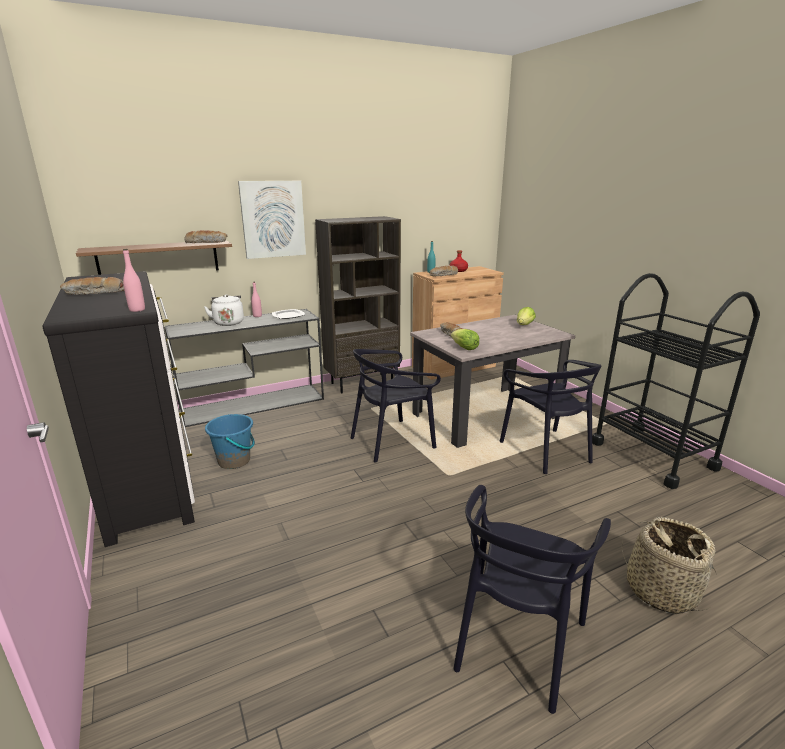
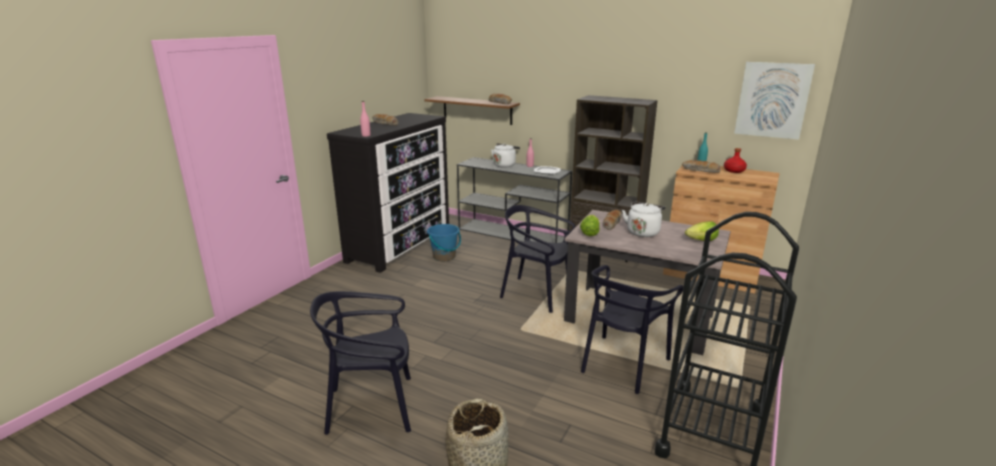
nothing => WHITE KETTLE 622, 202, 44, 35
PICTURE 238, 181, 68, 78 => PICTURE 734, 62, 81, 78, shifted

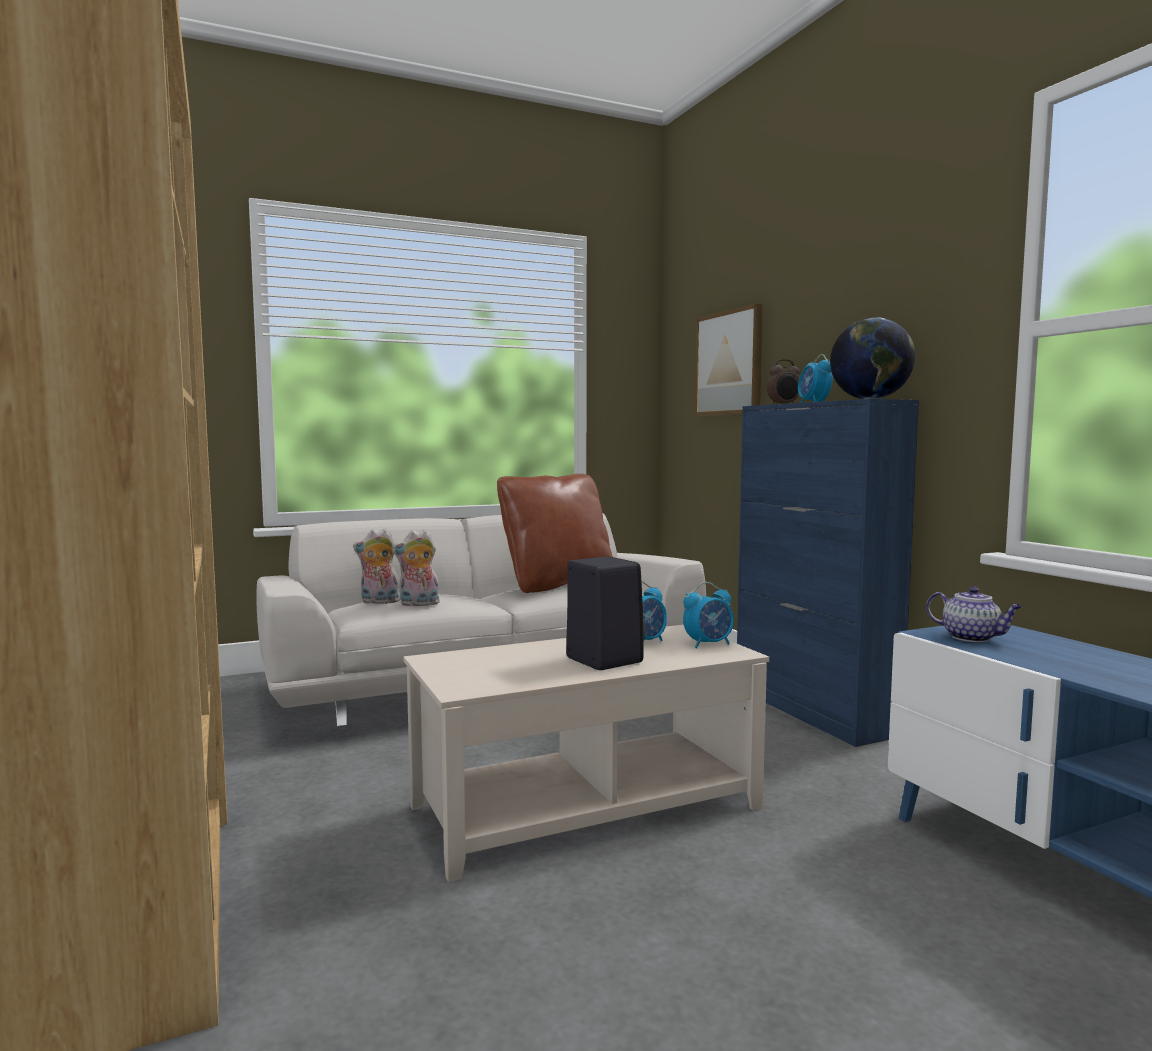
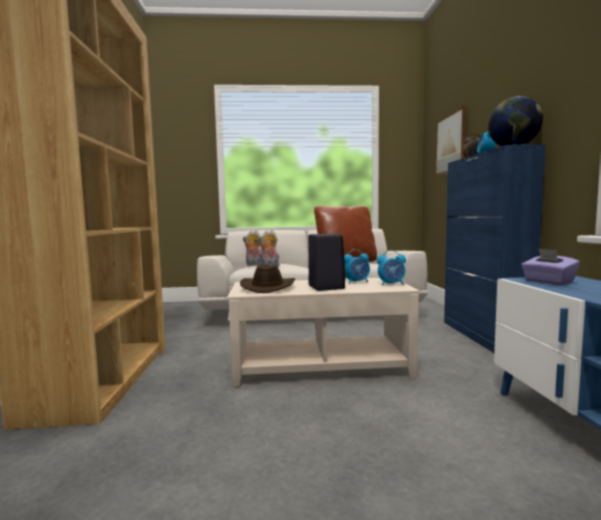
nothing => BROWN HAT 240, 264, 55, 29
TEAPOT 926, 587, 96, 55 => PURPLE TISSUE BOX 521, 248, 59, 37

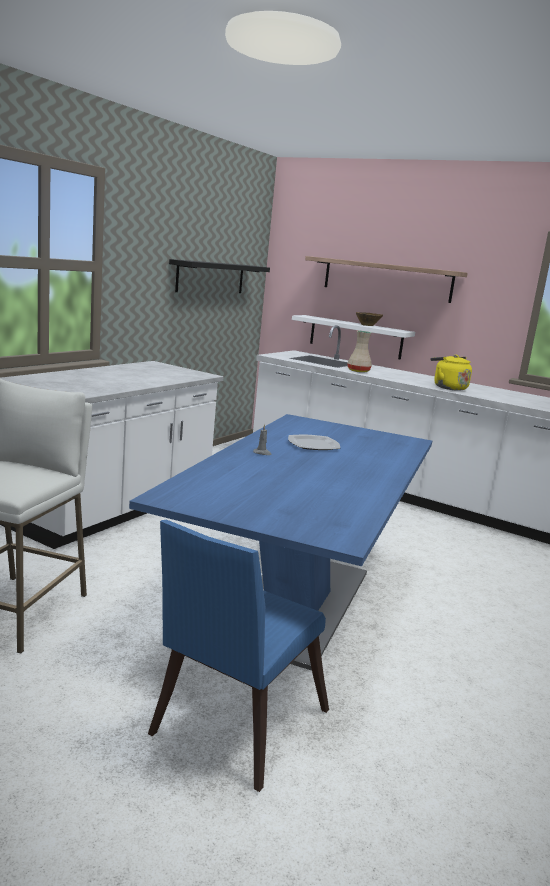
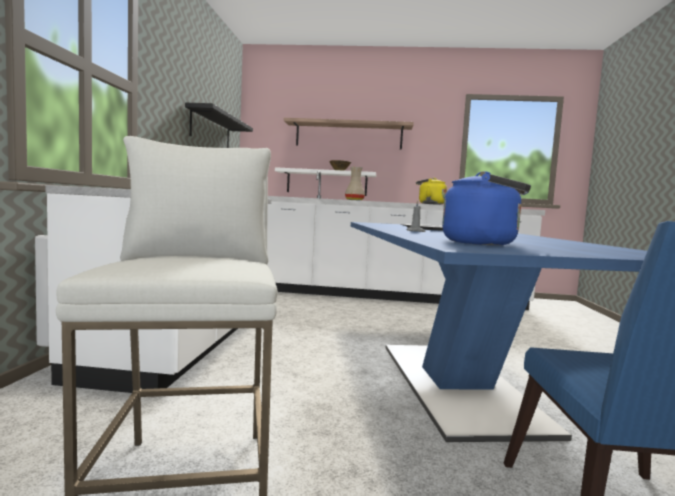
nothing => BLUE KETTLE 442, 171, 89, 74

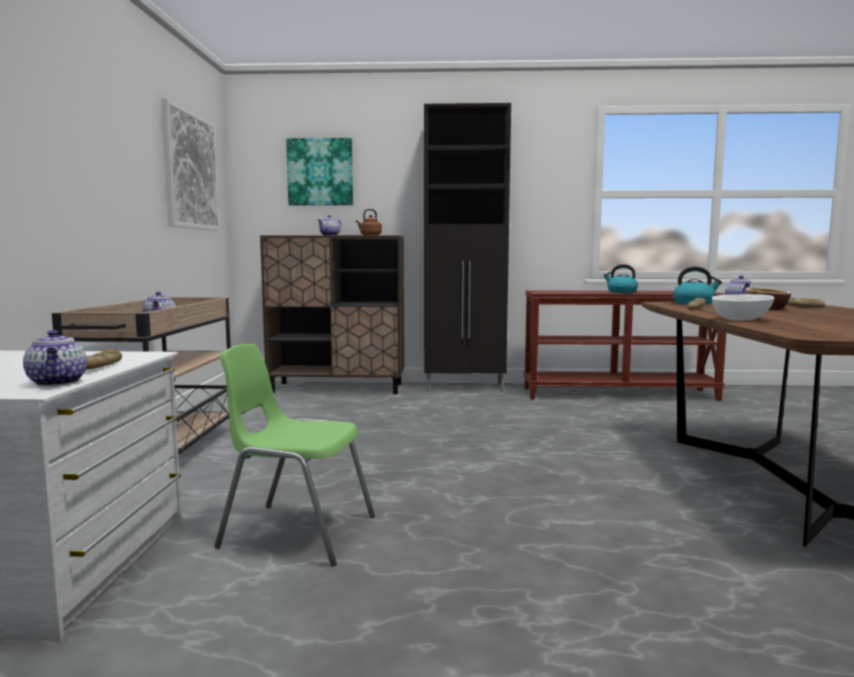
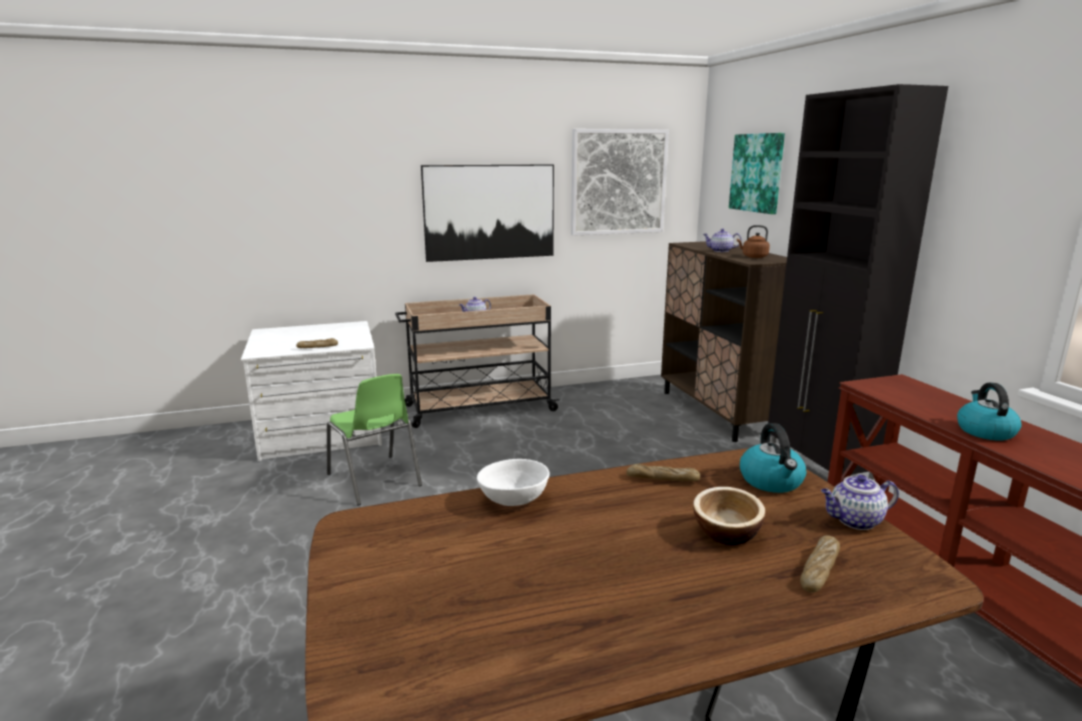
TEAPOT 23, 330, 64, 56 => nothing
nothing => PICTURE 421, 164, 133, 98
GREEN CHAIR 214, 344, 161, 222 => GREEN CHAIR 327, 374, 95, 132, 150 degrees clockwise

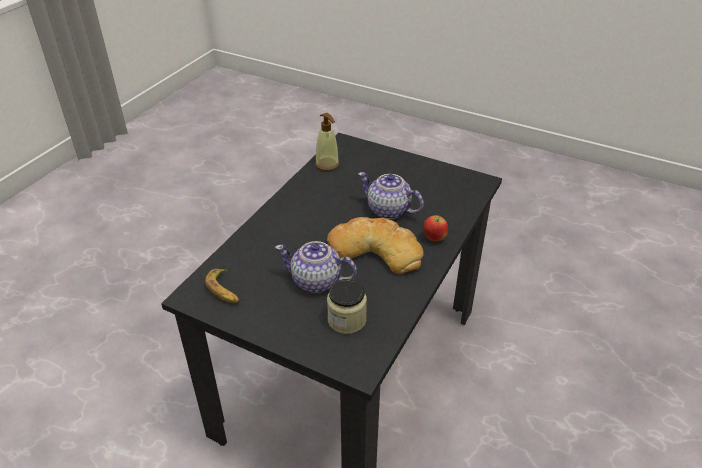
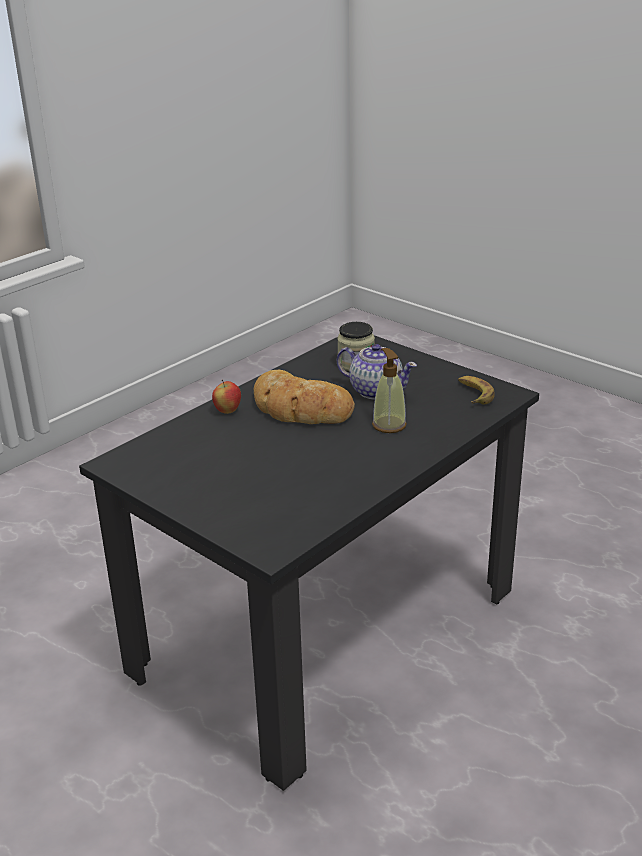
TEAPOT 358, 172, 66, 47 => nothing
SOAP DISPENSER 315, 113, 24, 58 => SOAP DISPENSER 372, 348, 35, 85, shifted

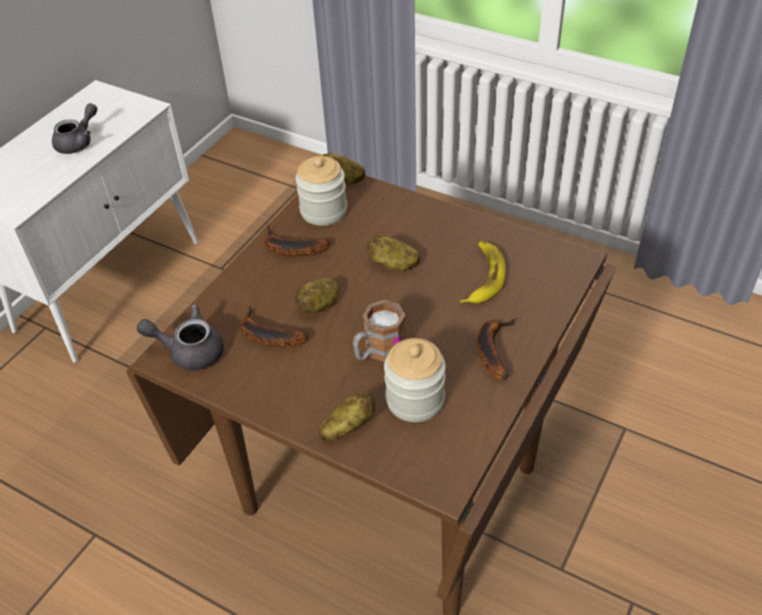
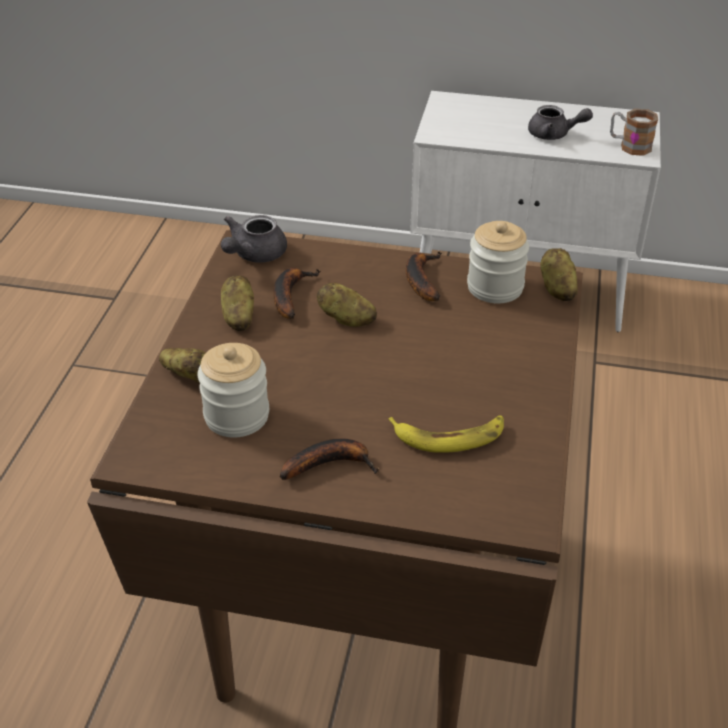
MUG 353, 300, 53, 62 => MUG 610, 109, 48, 47, shifted
POTATO 367, 235, 53, 36 => POTATO 221, 276, 33, 55, shifted
GREY TEAPOT 137, 304, 87, 67 => GREY TEAPOT 221, 215, 66, 48, 135 degrees counterclockwise

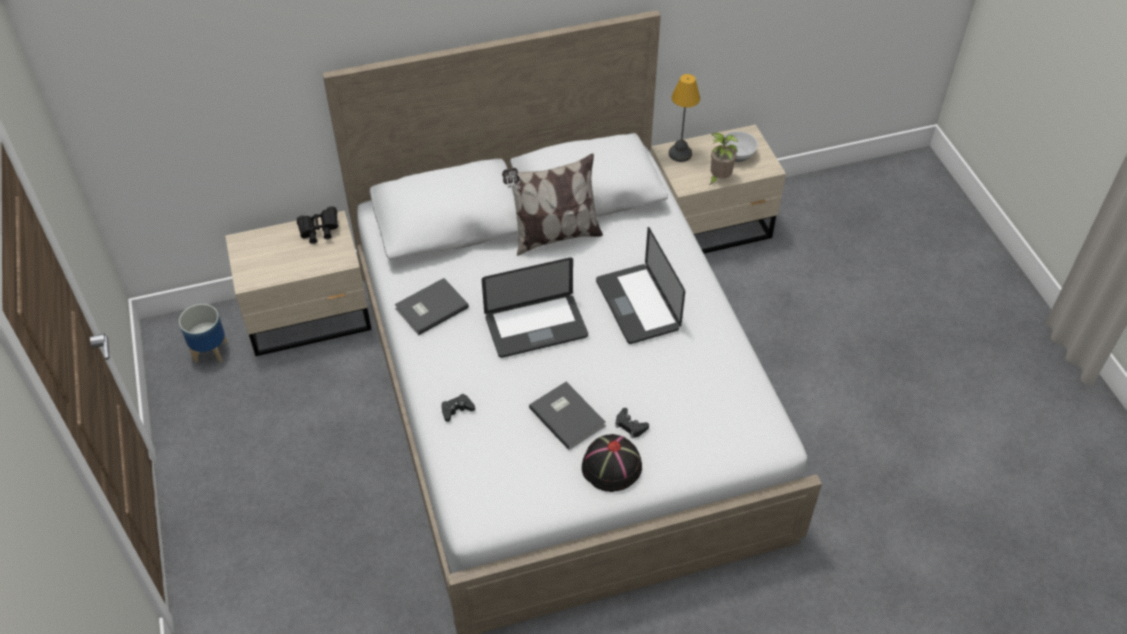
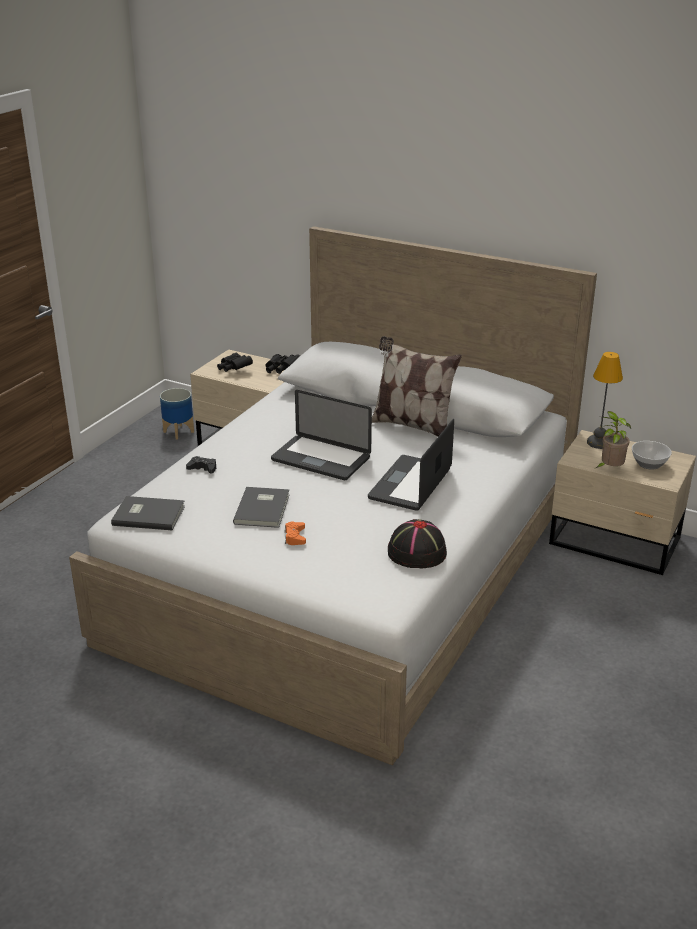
nothing => BLACK BINOCULARS 217, 353, 36, 19
GREY BOOK 395, 278, 74, 57 => GREY BOOK 111, 496, 74, 34, shifted
BLACK HAT 582, 434, 60, 58 => BLACK HAT 388, 519, 59, 49, shifted
BLACK GAME CONTROLLER 615, 408, 34, 31 => ORANGE GAME CONTROLLER 285, 522, 21, 23

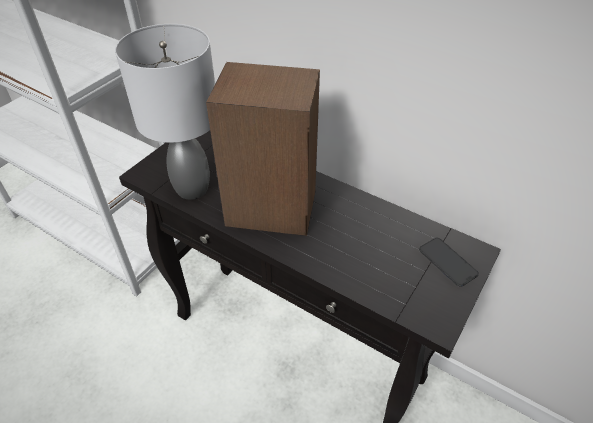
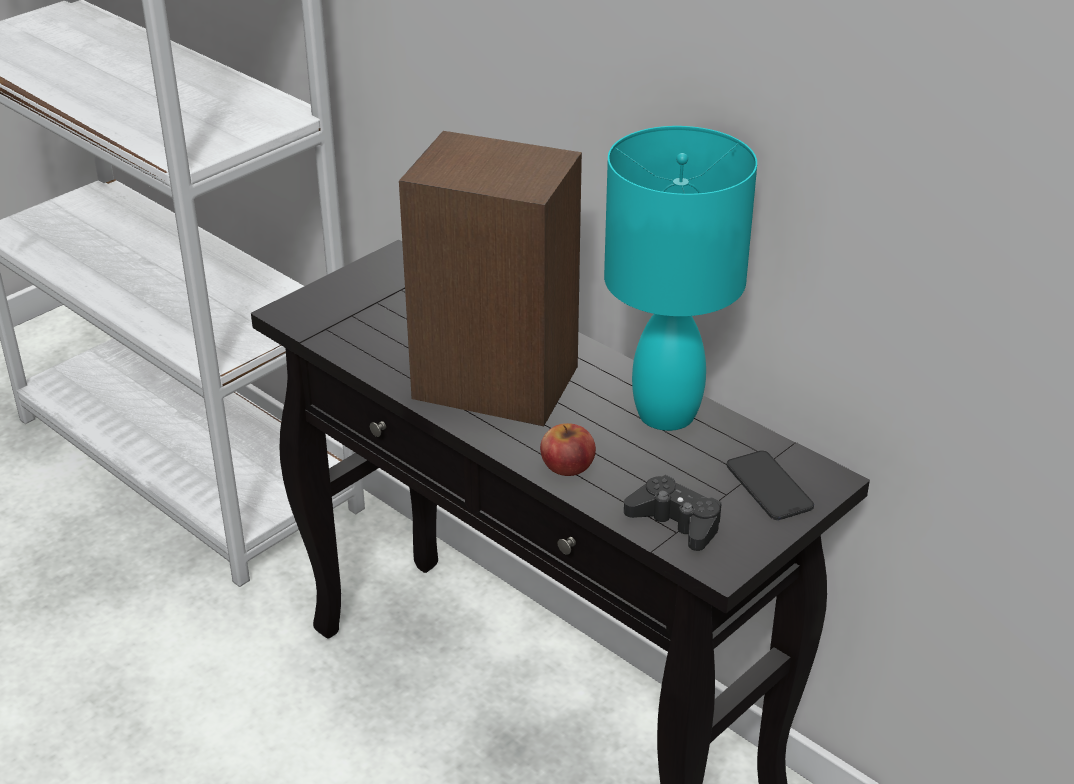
GREY TABLE LAMP 115, 24, 100, 176 => nothing
nothing => APPLE 540, 423, 56, 53
nothing => TURQUOISE TABLE LAMP 604, 126, 153, 305
nothing => BLACK GAME CONTROLLER 624, 475, 97, 76

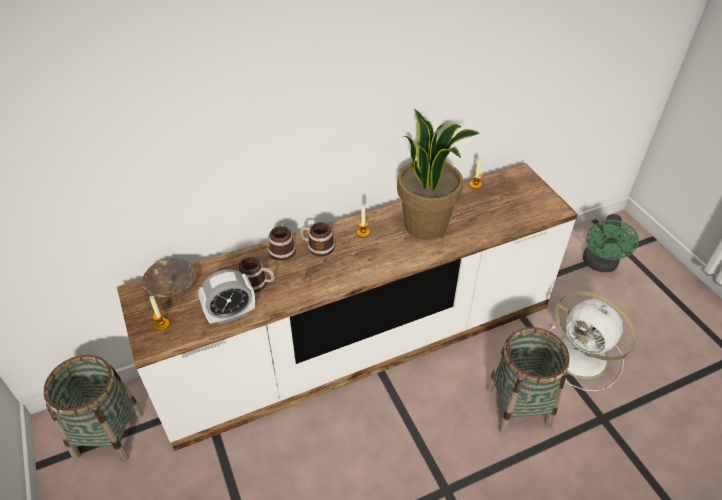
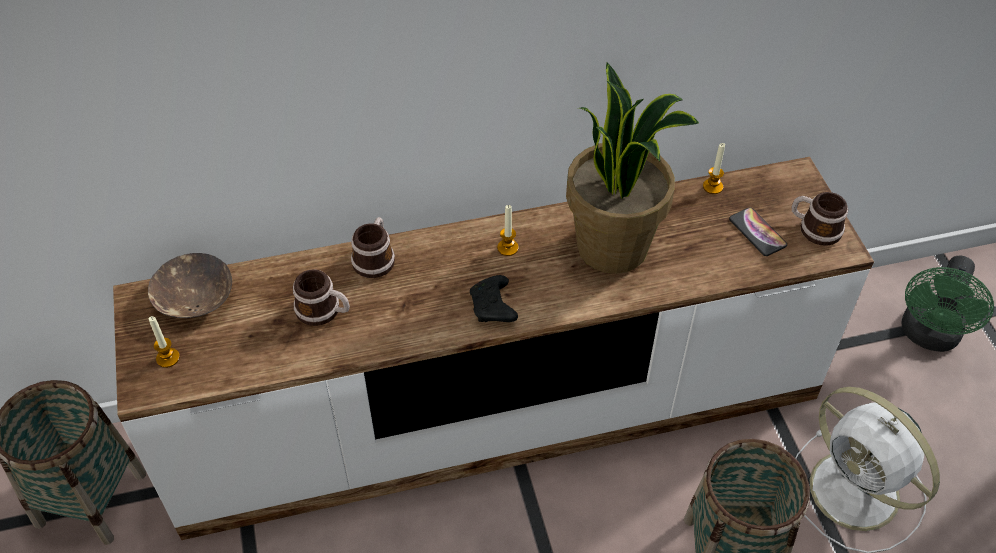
ALARM CLOCK 198, 269, 57, 56 => nothing
nothing => BLACK GAME CONTROLLER 470, 275, 48, 47
nothing => PHONE 729, 207, 58, 49
MUG 300, 222, 35, 35 => MUG 792, 192, 56, 54, shifted

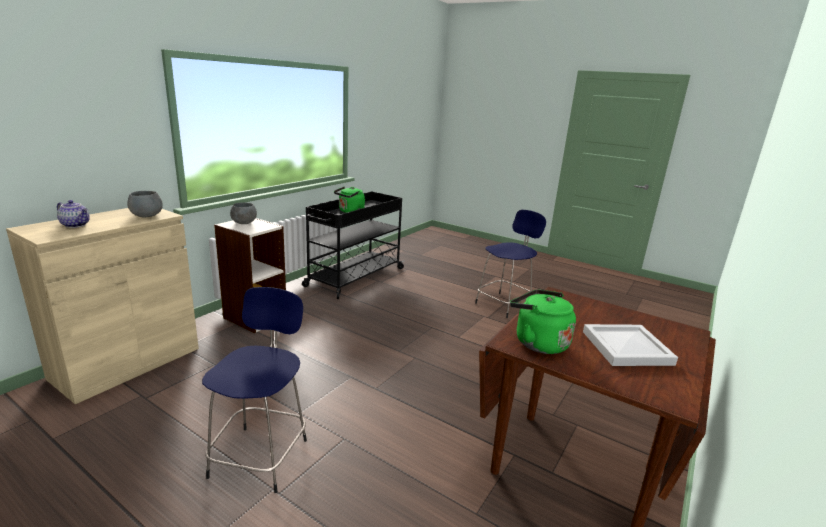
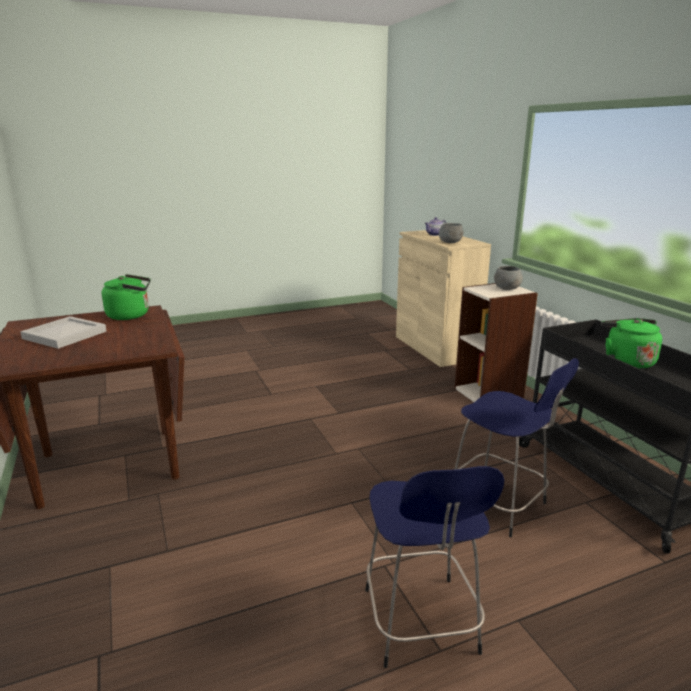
BLUE STOOL 202, 287, 105, 206 => BLUE STOOL 454, 358, 125, 179, shifted

